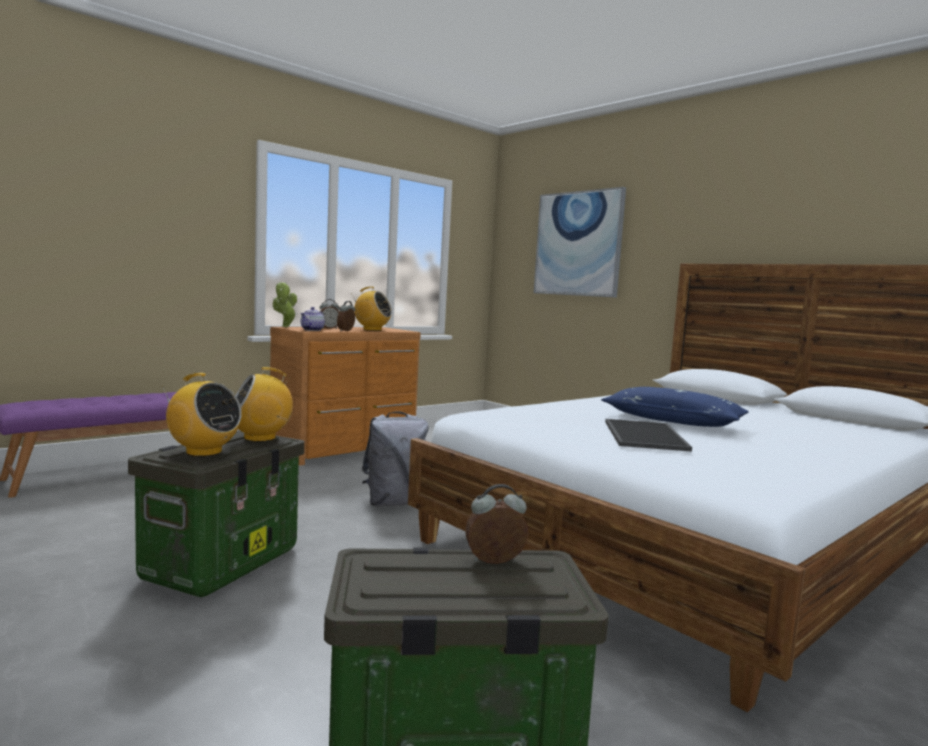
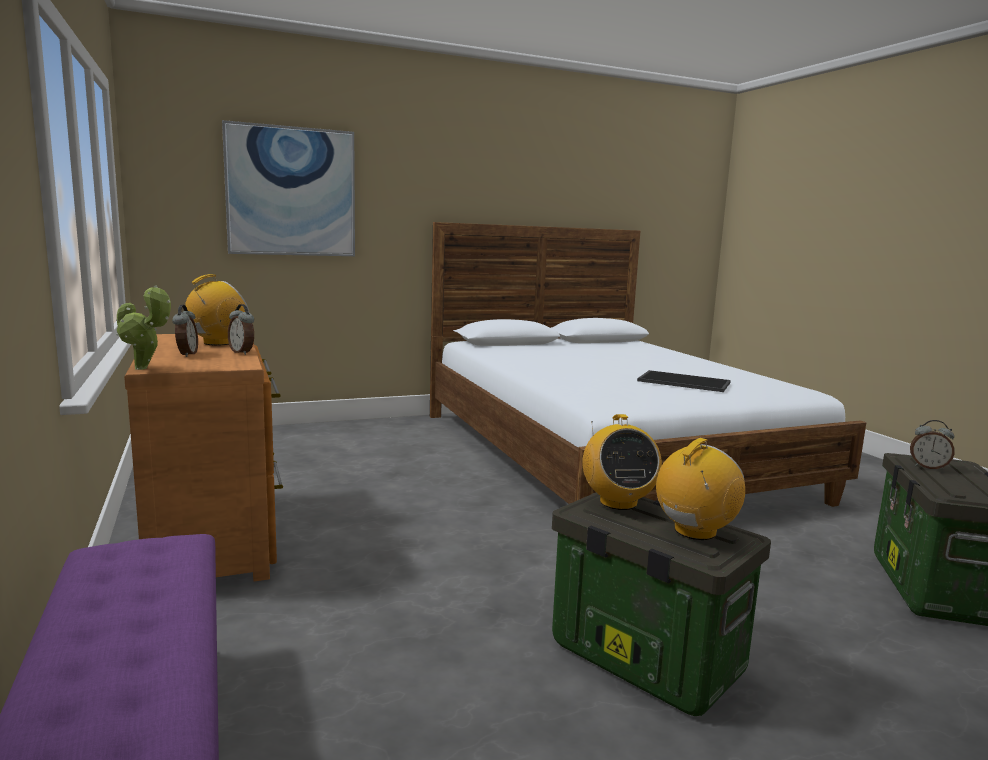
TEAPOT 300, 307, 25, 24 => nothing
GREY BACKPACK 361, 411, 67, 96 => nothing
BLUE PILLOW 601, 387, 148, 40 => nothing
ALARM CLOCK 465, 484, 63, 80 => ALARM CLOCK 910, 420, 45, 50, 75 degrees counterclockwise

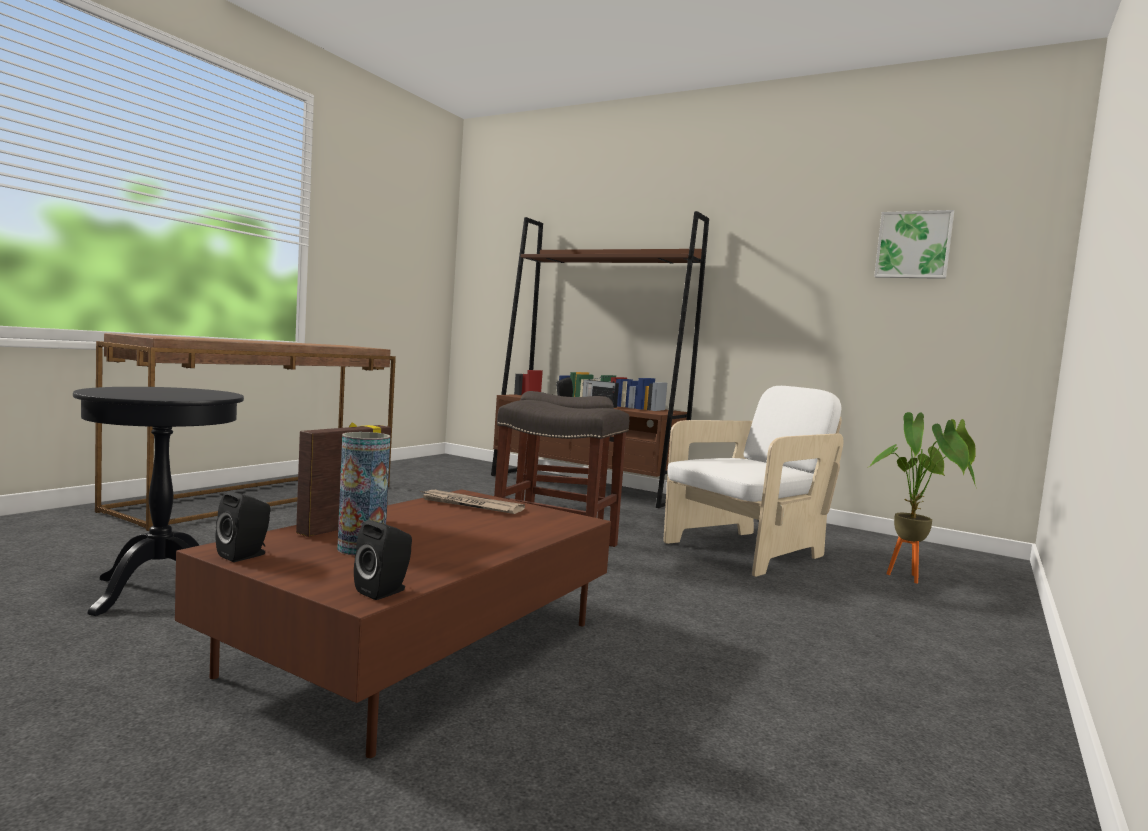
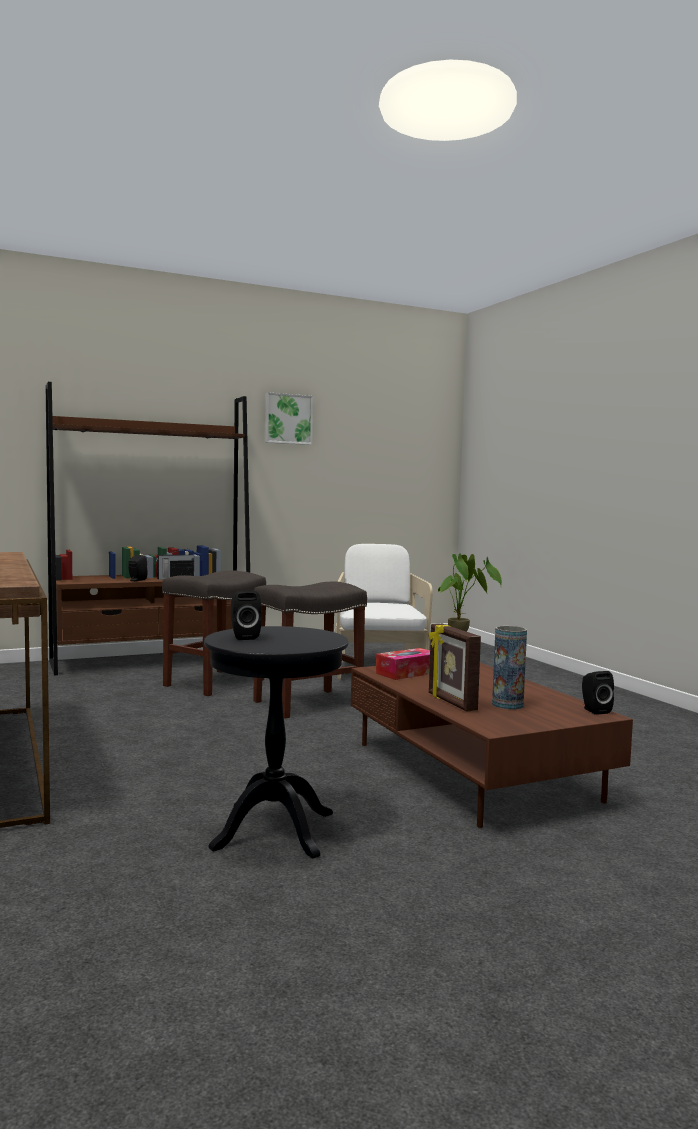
BLACK SPEAKER 216, 491, 55, 71 => BLACK SPEAKER 231, 591, 30, 49, shifted
PICTURE 874, 210, 80, 69 => PICTURE 265, 392, 48, 53, shifted
NEWSPAPER 420, 490, 105, 24 => TISSUE BOX 376, 648, 54, 32

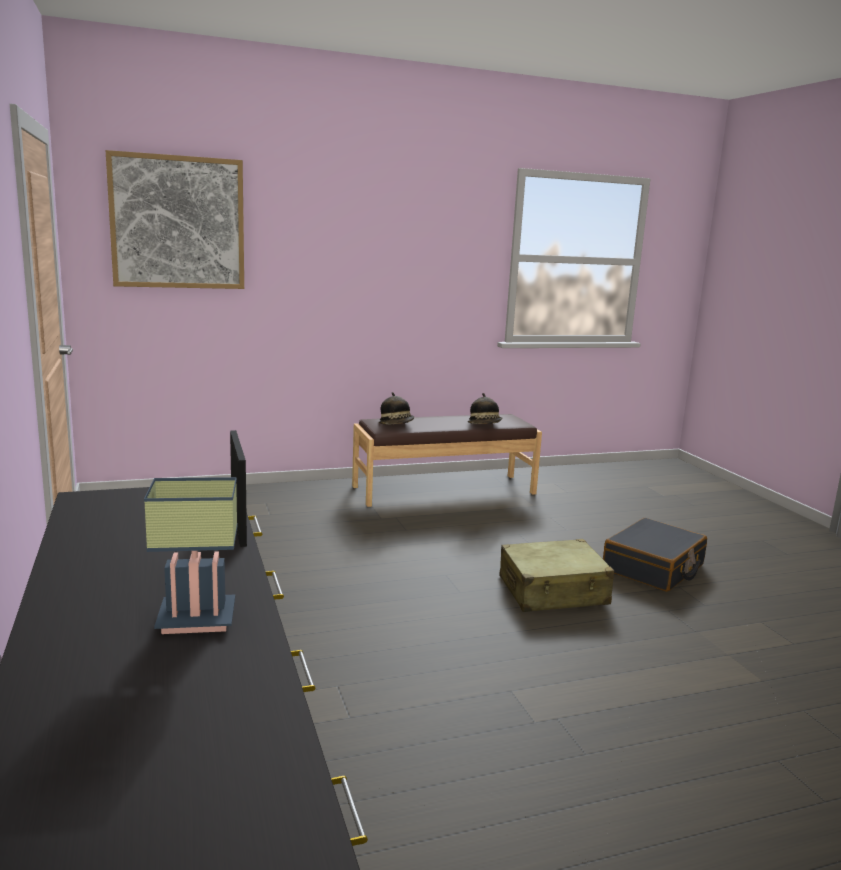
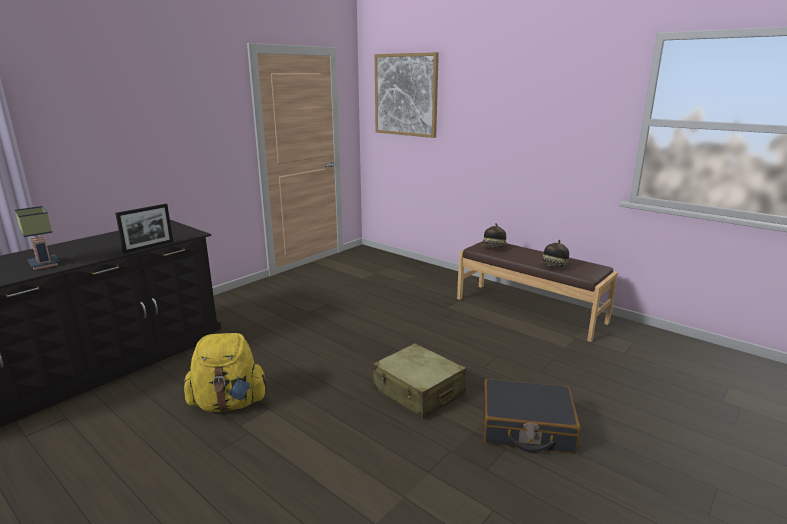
nothing => YELLOW BACKPACK 184, 333, 84, 79

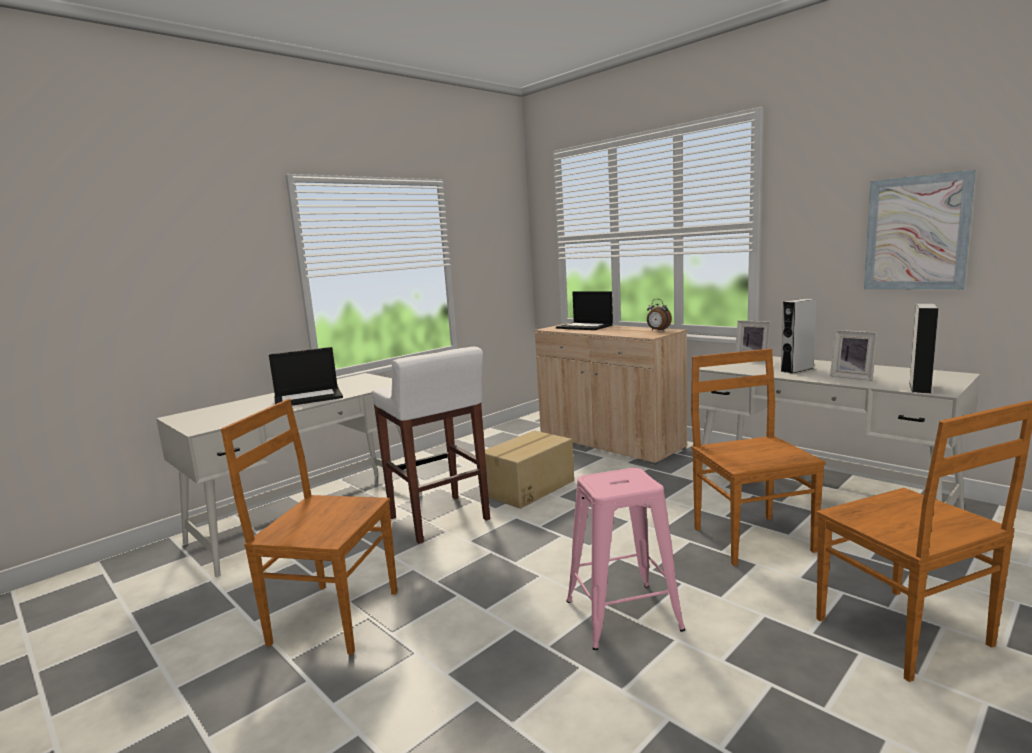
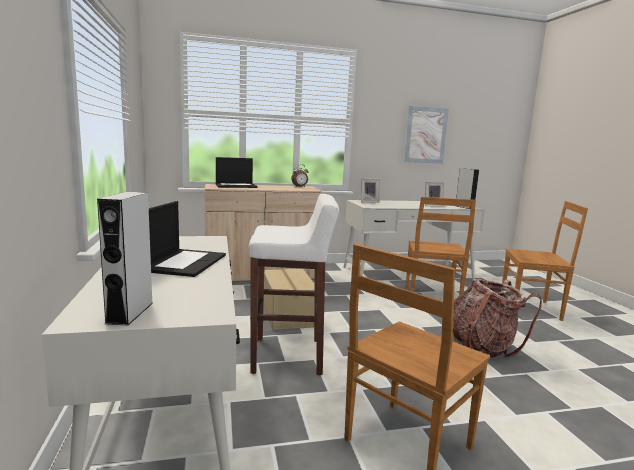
GREY SPEAKER 780, 298, 36, 75 => GREY SPEAKER 97, 192, 56, 134, shifted
PINK STOOL 566, 468, 119, 182 => BACKPACK 453, 279, 89, 79
BROWN CHAIR 691, 349, 135, 217 => BROWN CHAIR 406, 197, 70, 99, 105 degrees counterclockwise

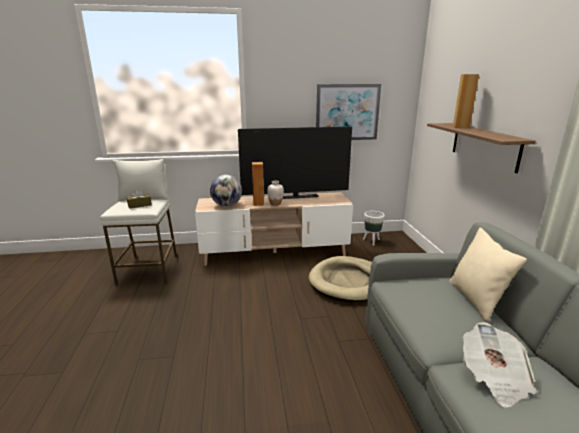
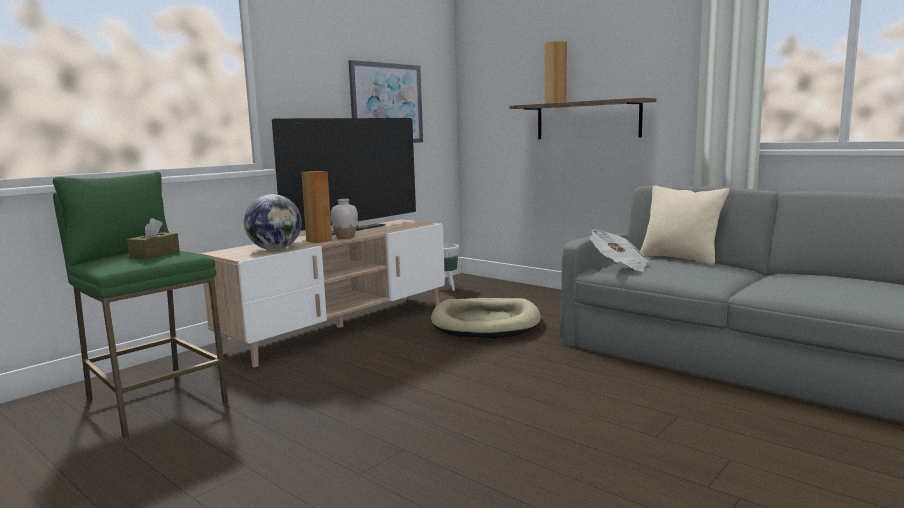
NEWSPAPER 463, 322, 74, 86 => NEWSPAPER 589, 229, 60, 42, shifted
WHITE STOOL 100, 159, 77, 127 => GREEN STOOL 53, 172, 175, 265

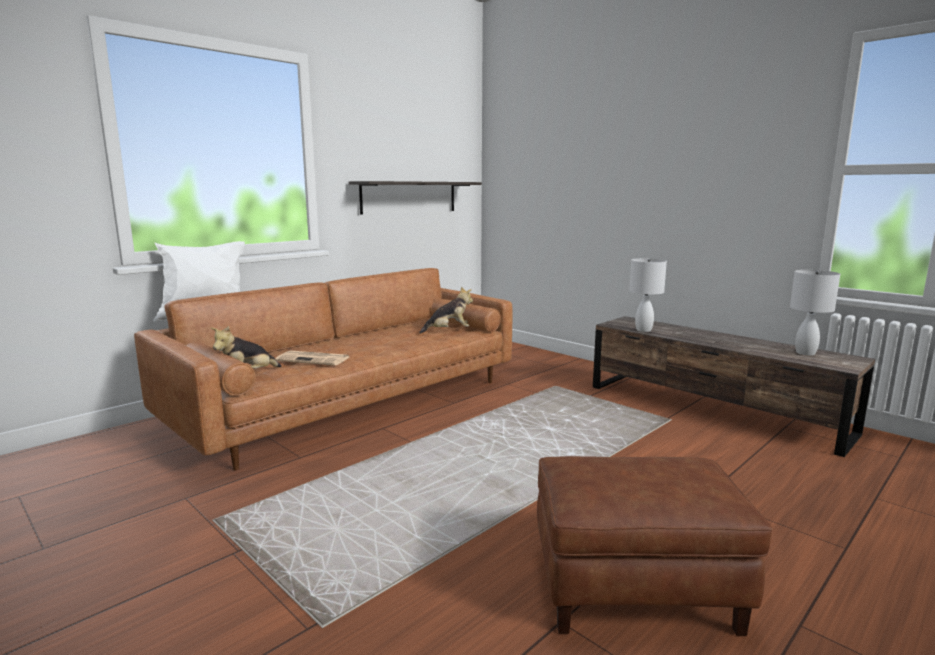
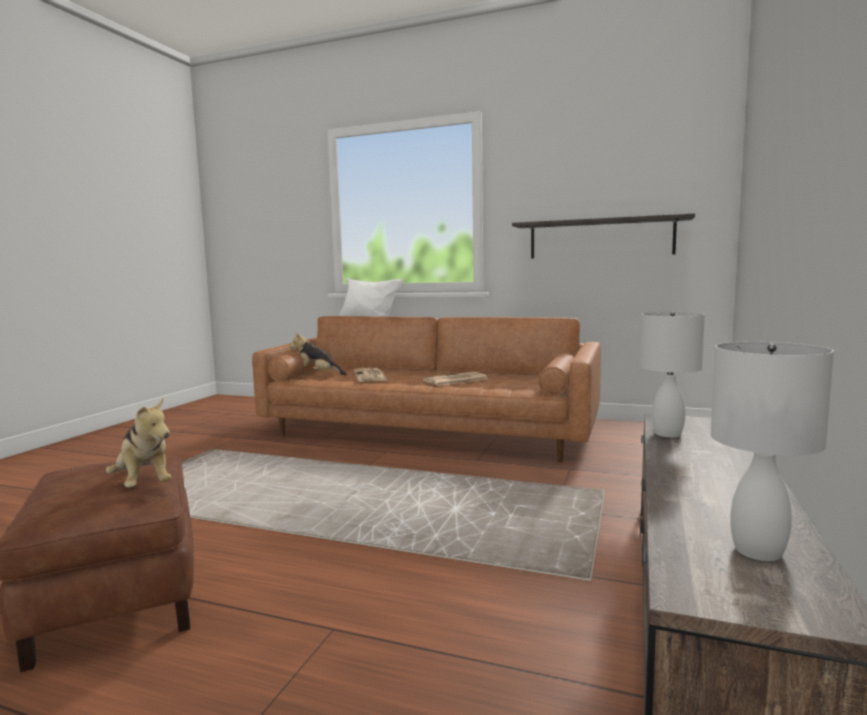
nothing => NEWSPAPER 423, 372, 64, 14
PLUSH TOY 419, 287, 54, 47 => PLUSH TOY 106, 398, 65, 89, shifted

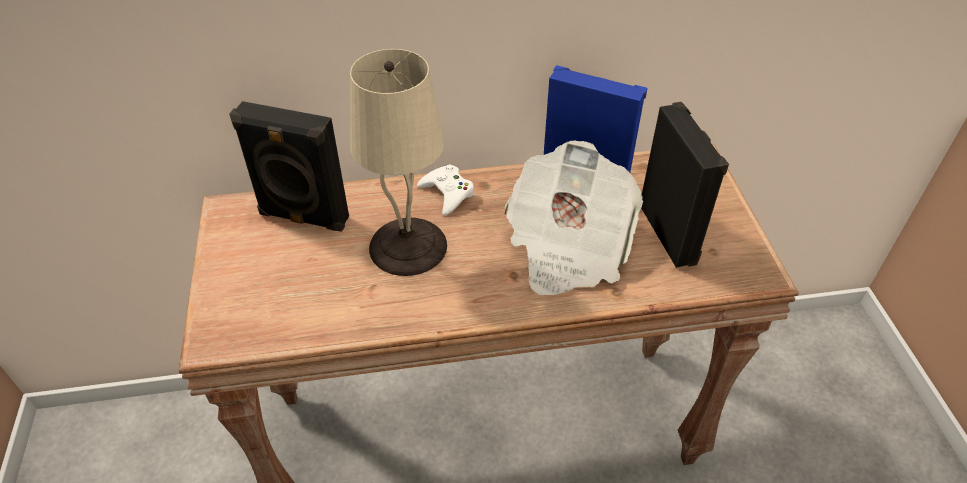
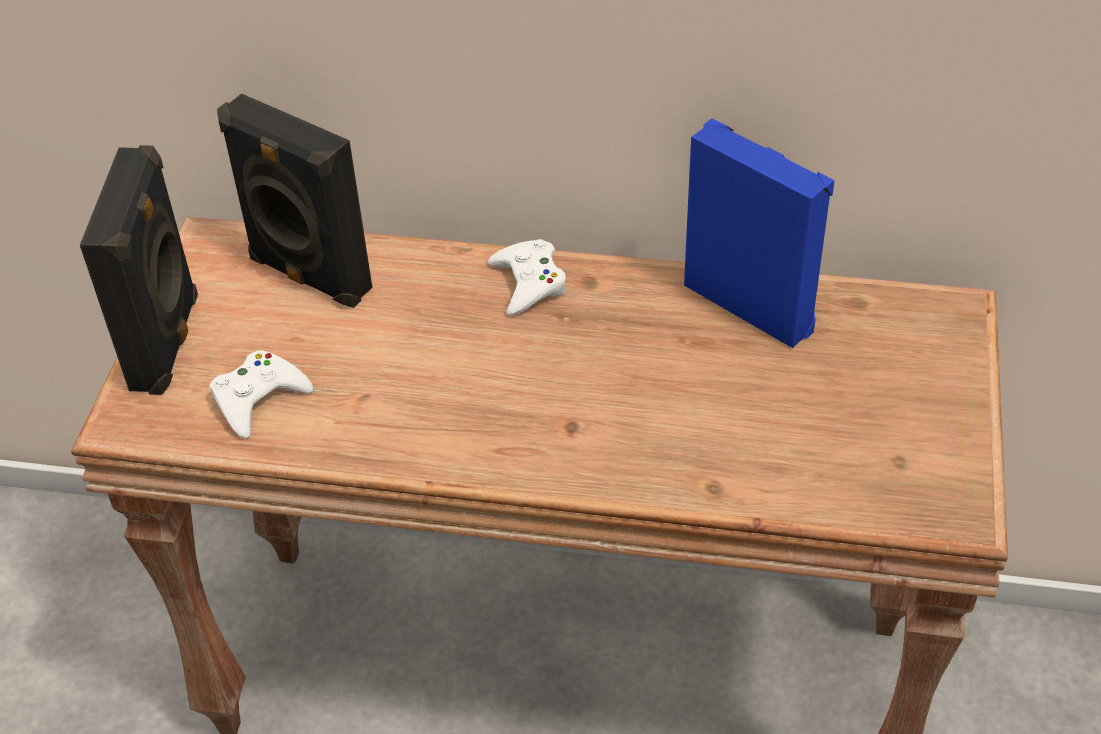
BEIGE TABLE LAMP 350, 49, 97, 227 => nothing
NEWSPAPER 505, 141, 138, 154 => nothing
nothing => WHITE GAME CONTROLLER 210, 350, 103, 89
BLACK SPEAKER 641, 102, 88, 166 => BLACK SPEAKER 80, 145, 118, 250, shifted

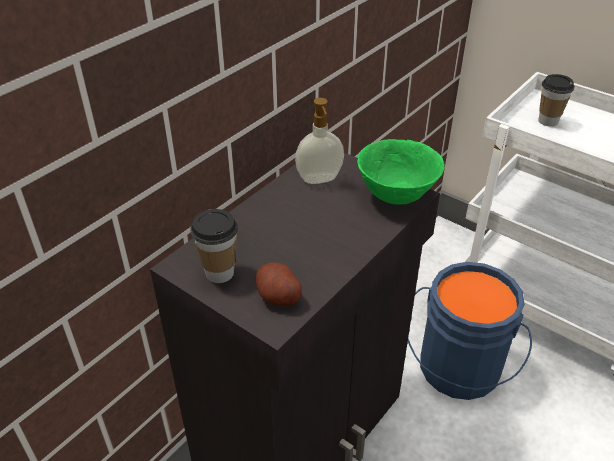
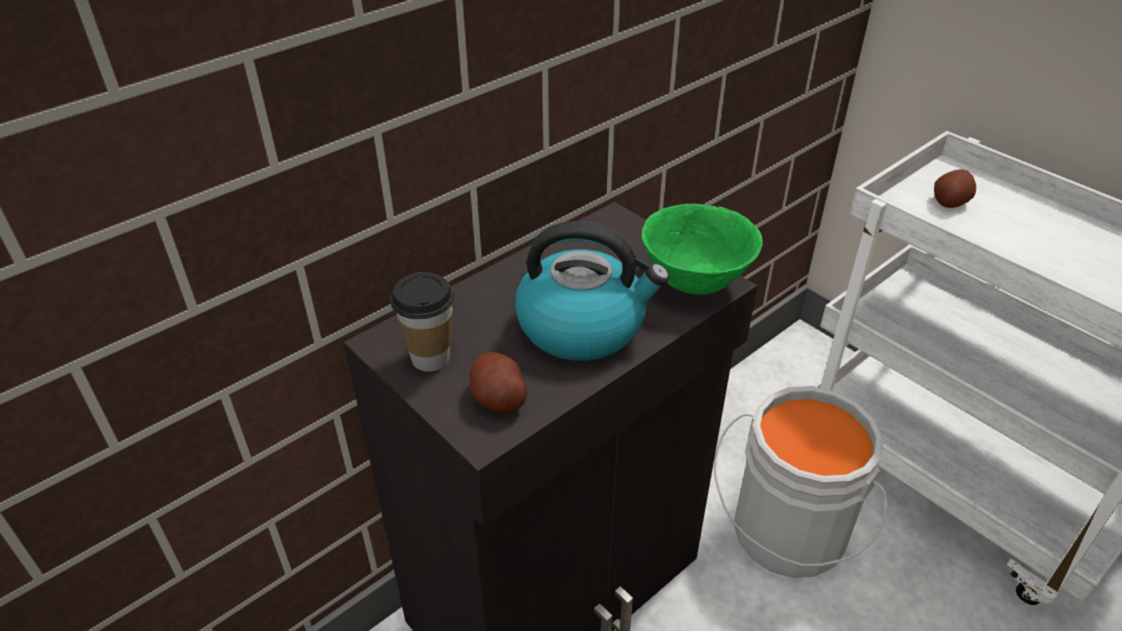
SOAP DISPENSER 295, 98, 49, 86 => nothing
nothing => KETTLE 515, 221, 155, 140
CUP 538, 74, 36, 53 => POTATO 934, 169, 42, 39
BLUE BUCKET 408, 262, 124, 138 => GREY BUCKET 714, 386, 173, 192

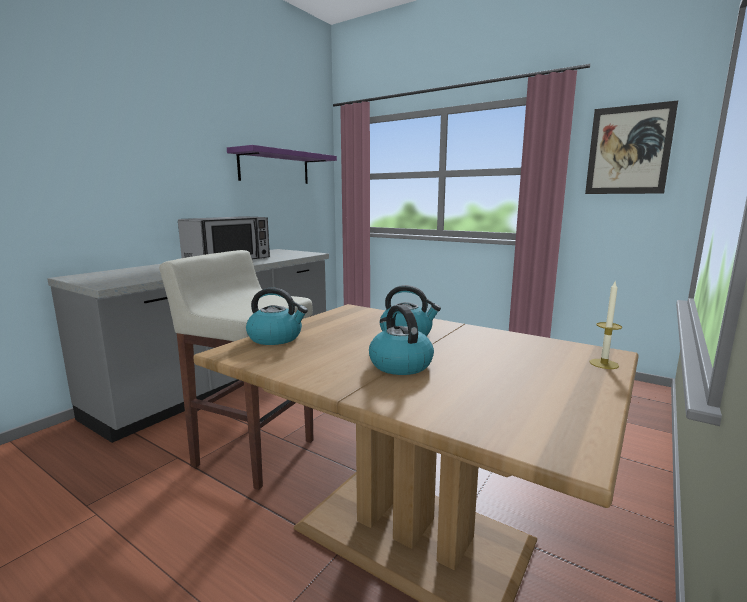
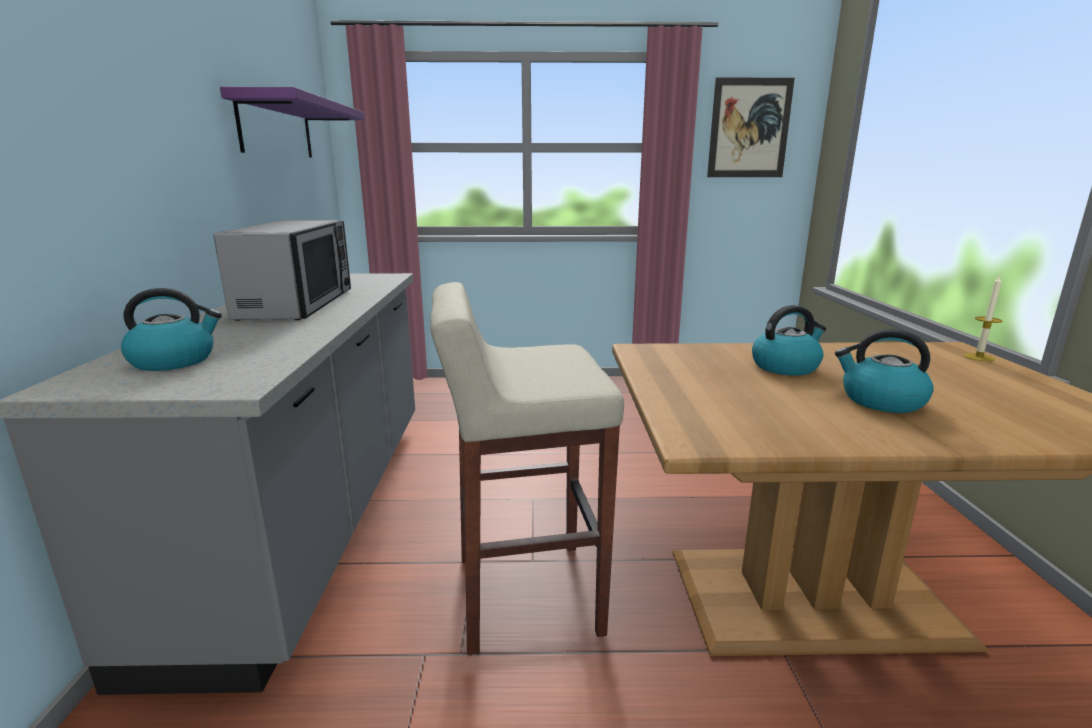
KETTLE 246, 288, 62, 57 => KETTLE 121, 288, 101, 83, shifted

